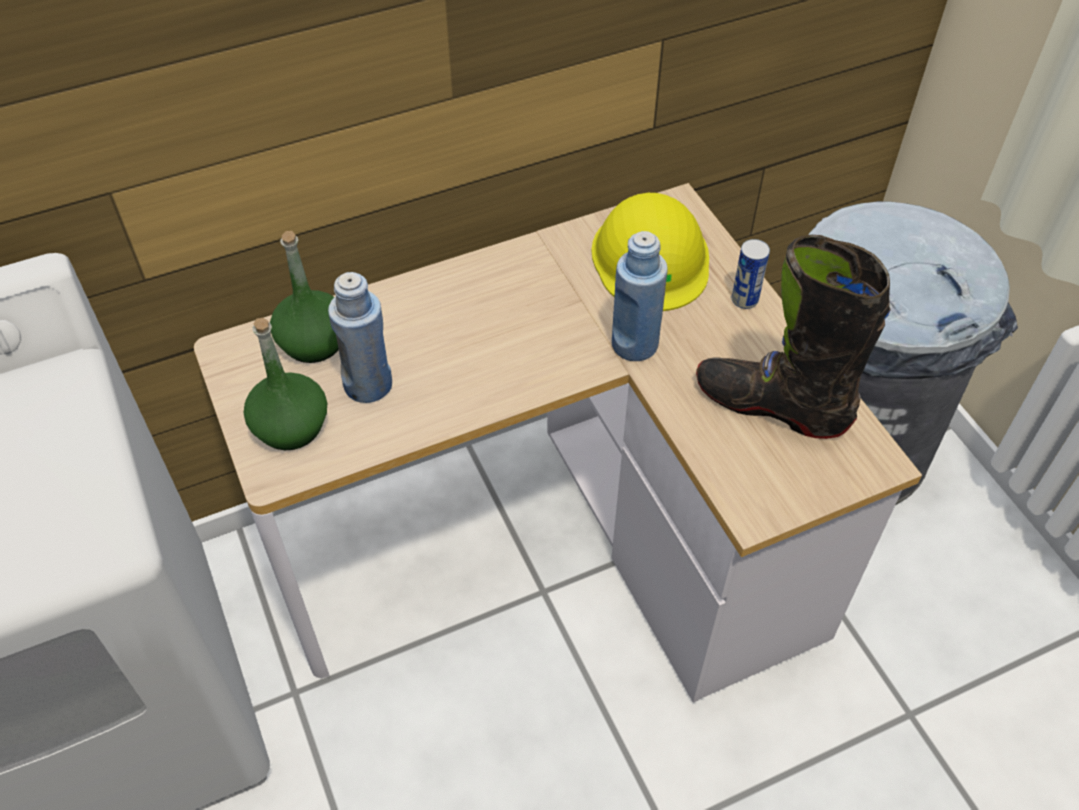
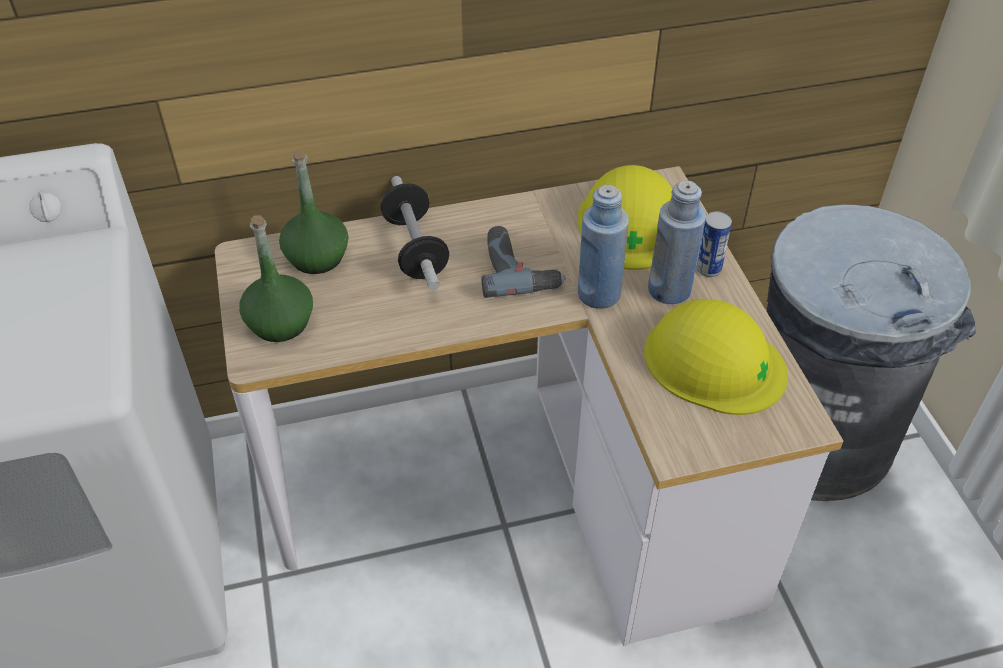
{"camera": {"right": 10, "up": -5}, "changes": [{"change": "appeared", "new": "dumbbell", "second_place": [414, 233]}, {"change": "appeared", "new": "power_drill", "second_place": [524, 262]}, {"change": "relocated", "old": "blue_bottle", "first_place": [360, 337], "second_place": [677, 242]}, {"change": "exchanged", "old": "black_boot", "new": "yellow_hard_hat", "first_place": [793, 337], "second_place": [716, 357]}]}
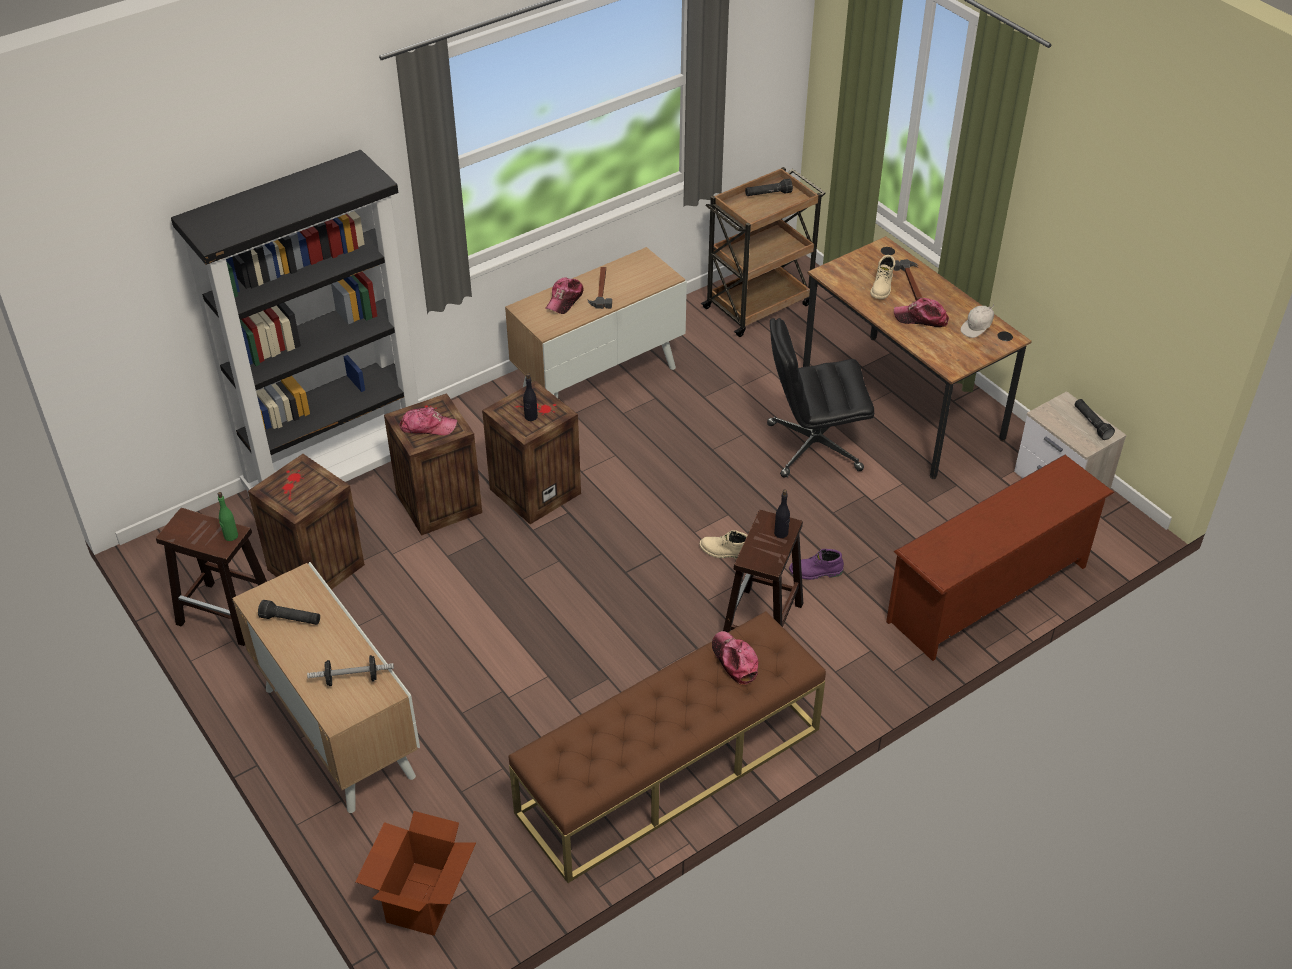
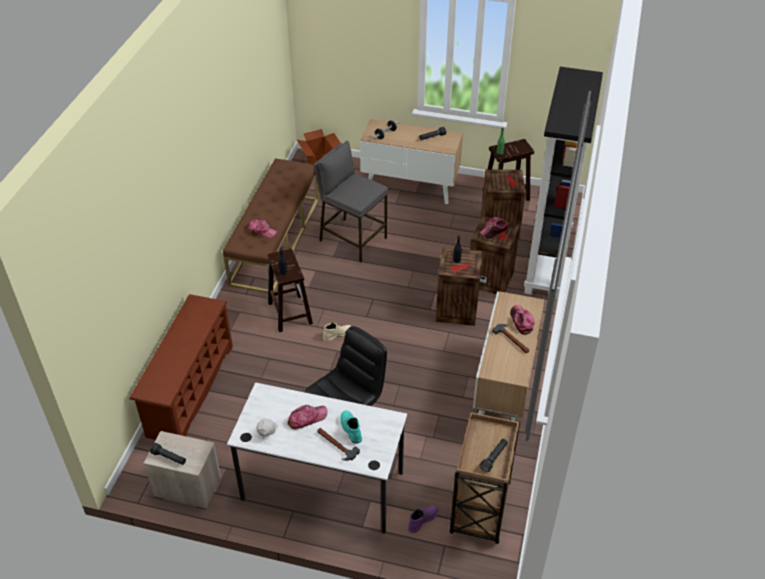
{"camera": {"right": 140, "up": 0}, "changes": [{"change": "appeared", "new": "grey_stool", "second_place": [351, 201]}, {"change": "relocated", "old": "purple_boot", "first_place": [816, 564], "second_place": [423, 519]}, {"change": "colour", "old": "brown_desk", "new": "white_desk", "first_place": [917, 357], "second_place": [317, 458]}, {"change": "colour", "old": "beige_boot", "new": "turquoise_boot", "first_place": [882, 277], "second_place": [351, 427]}]}
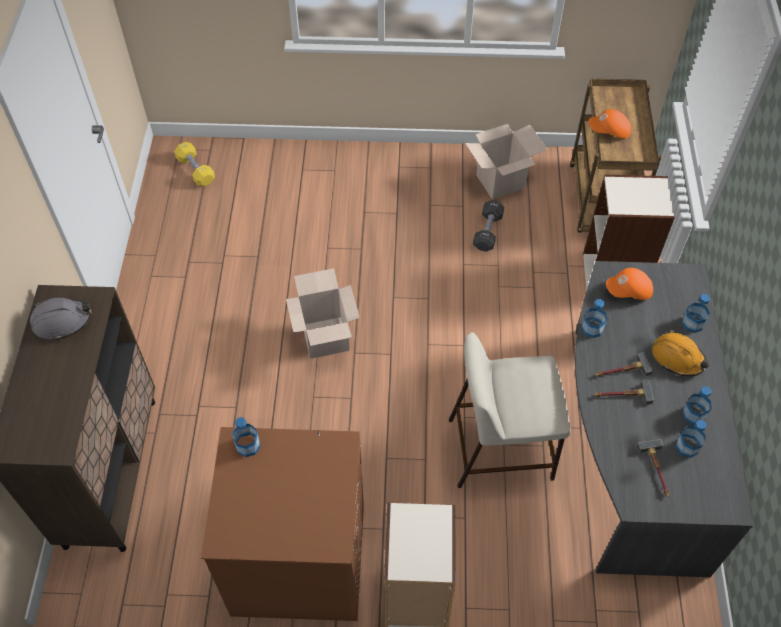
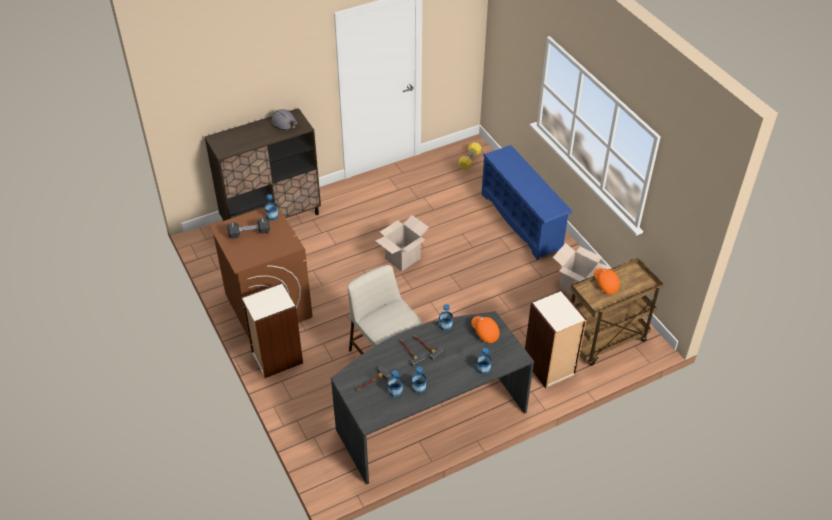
{"camera": {"right": 60, "up": -10}, "changes": [{"change": "missing", "old": "orange_hard_hat", "first_place": [681, 353]}, {"change": "appeared", "new": "blue_shoe_rack", "second_place": [527, 202]}, {"change": "relocated", "old": "black_dumbbell", "first_place": [488, 225], "second_place": [248, 228]}]}
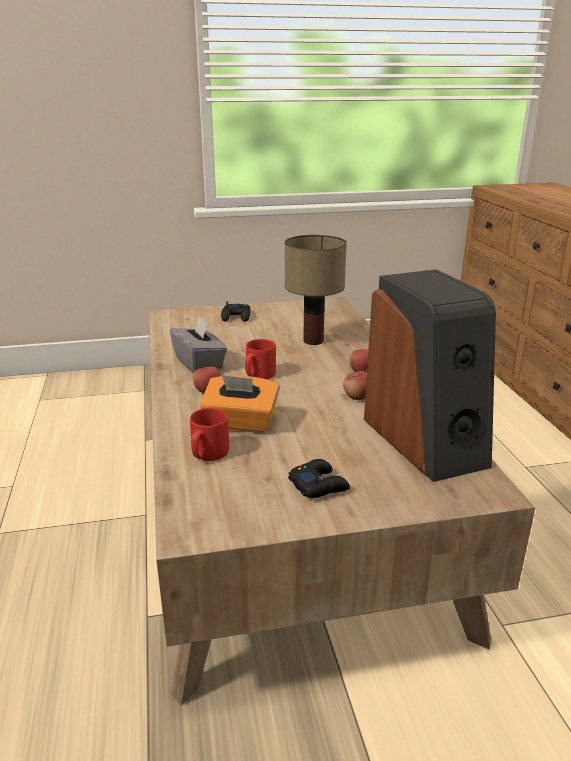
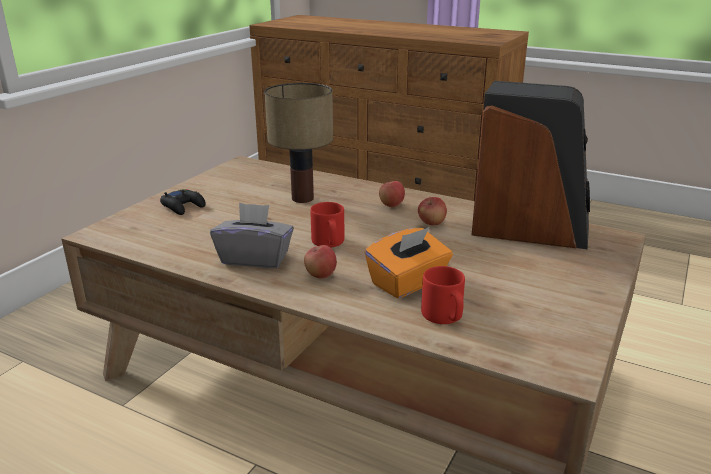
{"camera": {"right": -50, "up": 0}, "changes": [{"change": "missing", "old": "black_game_controller", "first_place": [319, 478]}]}
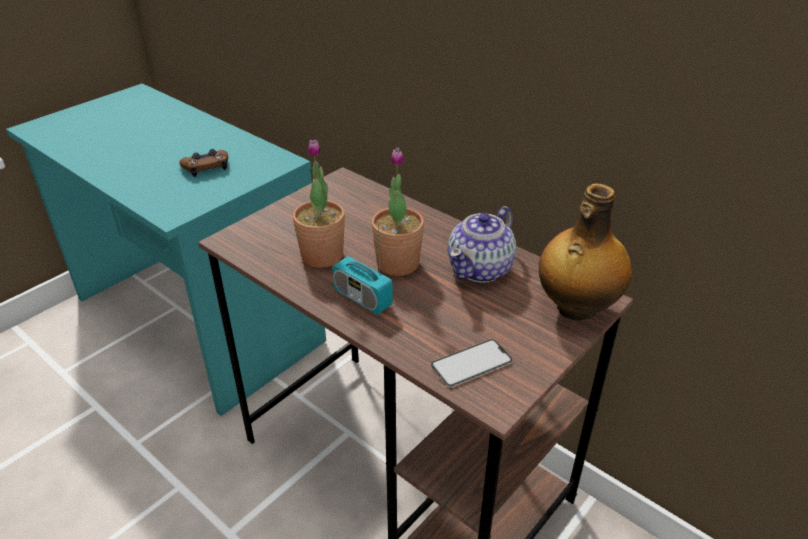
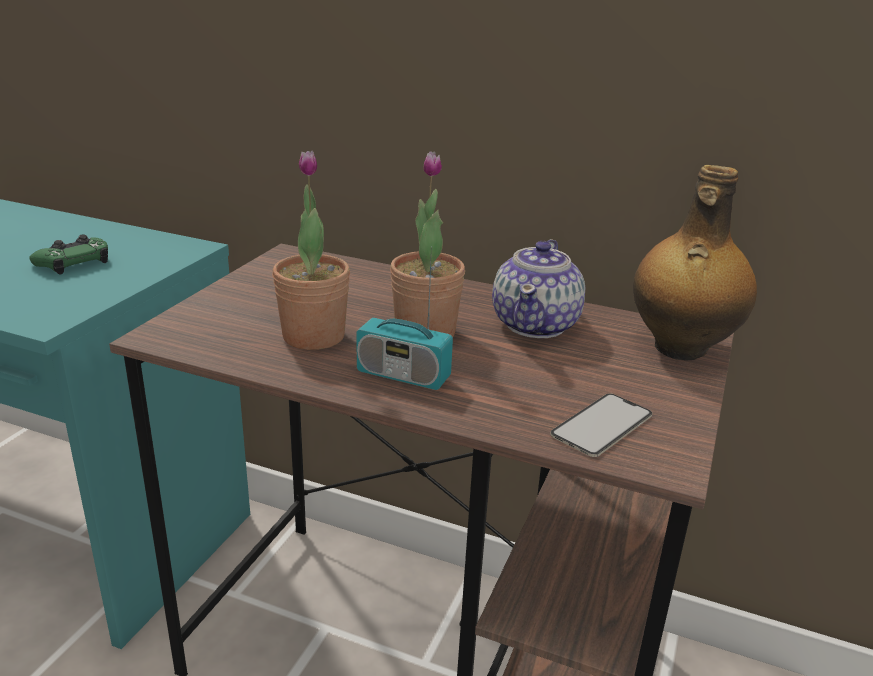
{"camera": {"right": -20, "up": -10}, "changes": [{"change": "colour", "old": "brown_game_controller", "new": "green_game_controller", "first_place": [203, 163], "second_place": [68, 254]}]}
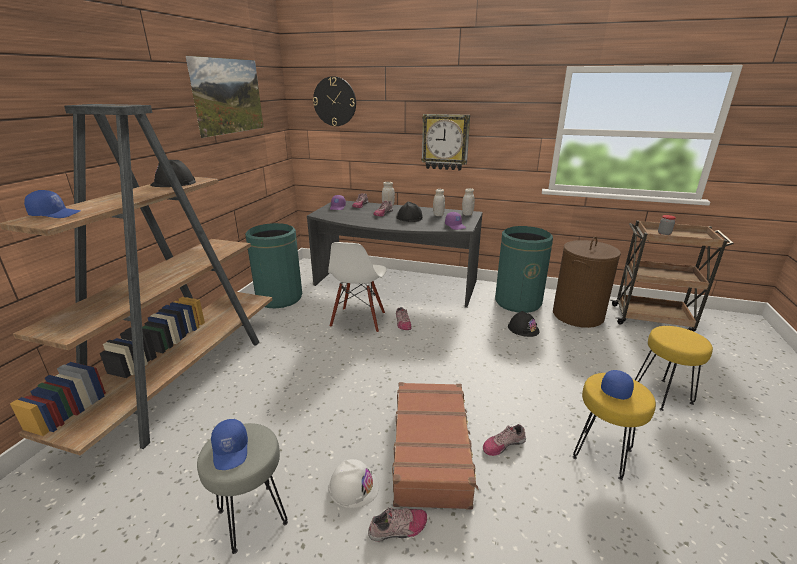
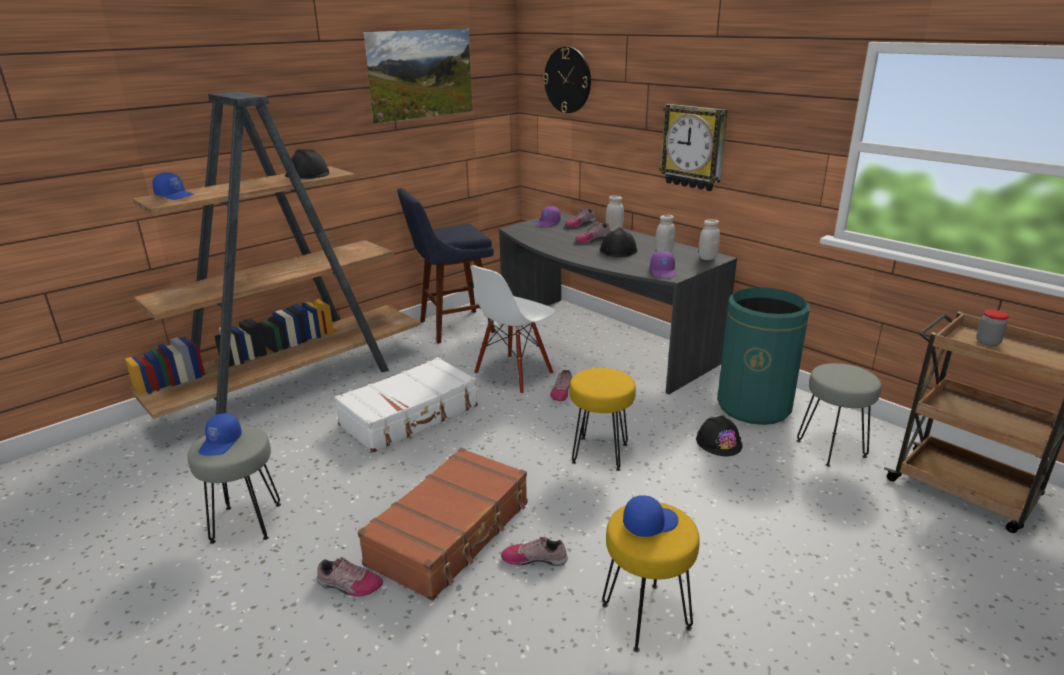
{"camera": {"right": 30, "up": 0}, "changes": [{"change": "missing", "old": "white_hard_hat", "first_place": [353, 483]}, {"change": "appeared", "new": "white_suitcase", "second_place": [406, 404]}, {"change": "relocated", "old": "yellow_stool", "first_place": [674, 368], "second_place": [602, 419]}, {"change": "exchanged", "old": "green_trash_can", "new": "blue_stool", "first_place": [273, 265], "second_place": [446, 266]}, {"change": "exchanged", "old": "brown_laundry_basket", "new": "grey_stool", "first_place": [587, 282], "second_place": [839, 415]}]}
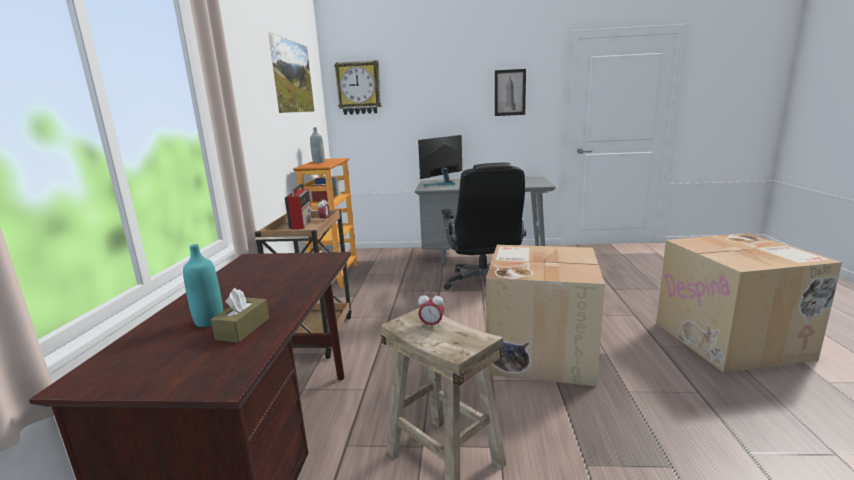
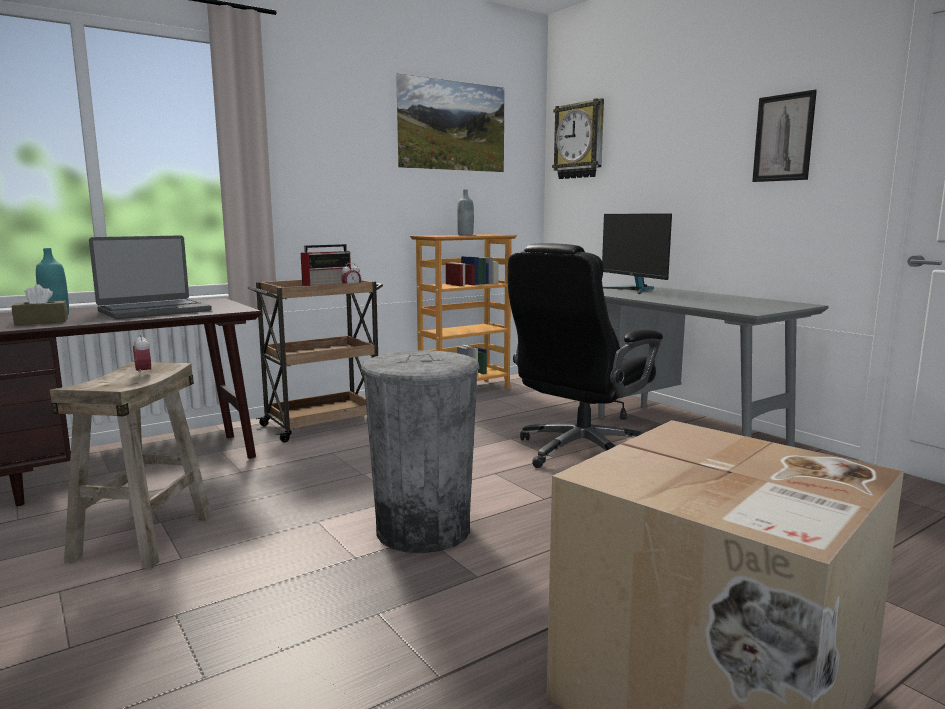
{"camera": {"right": 50, "up": -5}, "changes": [{"change": "appeared", "new": "laptop", "second_place": [150, 277]}, {"change": "exchanged", "old": "cardboard_box", "new": "grey_trash_can", "first_place": [545, 315], "second_place": [420, 451]}, {"change": "spun", "old": "monitor", "first_place": [440, 160], "second_place": [637, 254], "degrees": -120}]}
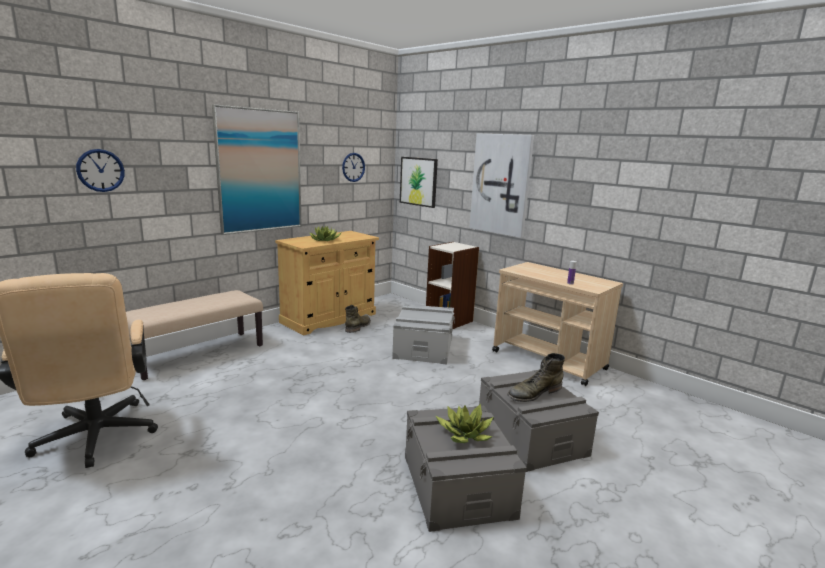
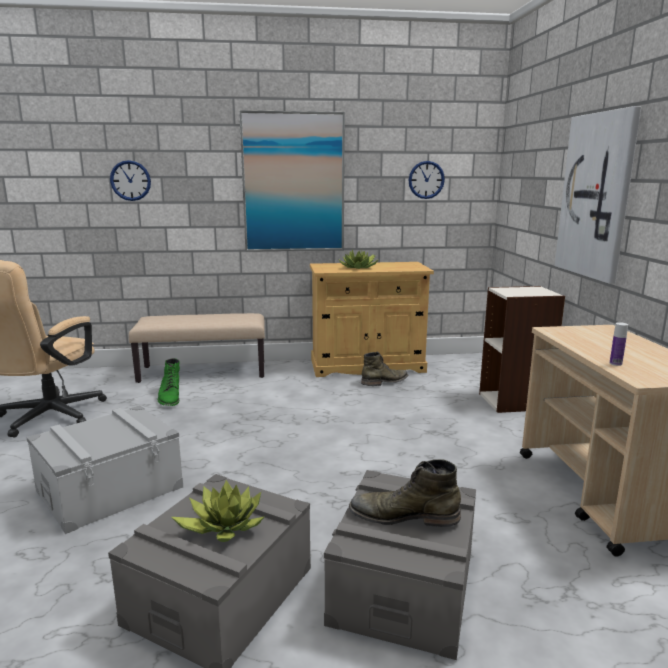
{"camera": {"right": 40, "up": 0}, "changes": [{"change": "missing", "old": "picture", "first_place": [419, 182]}, {"change": "appeared", "new": "green_boot", "second_place": [169, 382]}, {"change": "relocated", "old": "grey_storage_box", "first_place": [423, 334], "second_place": [104, 469]}]}
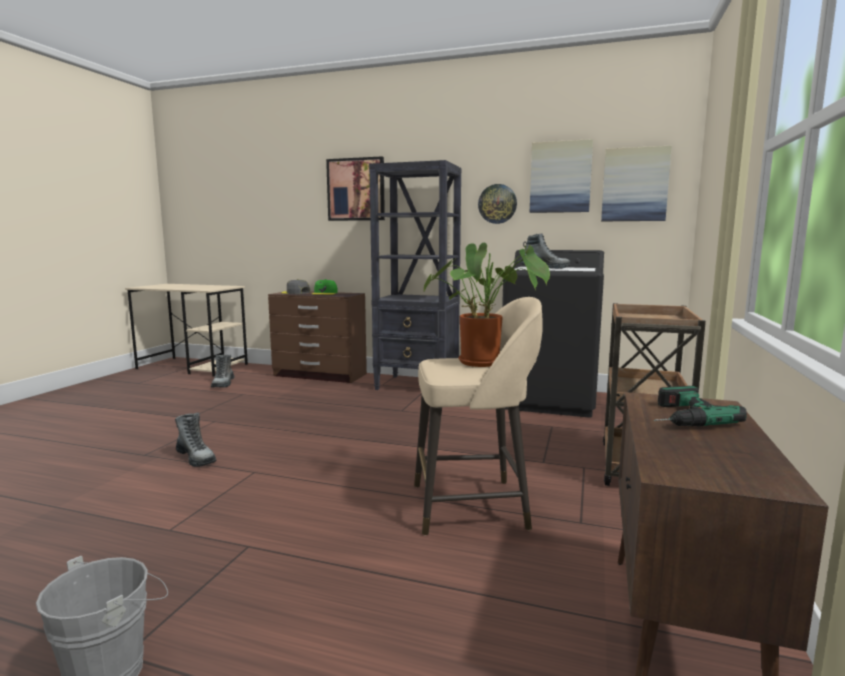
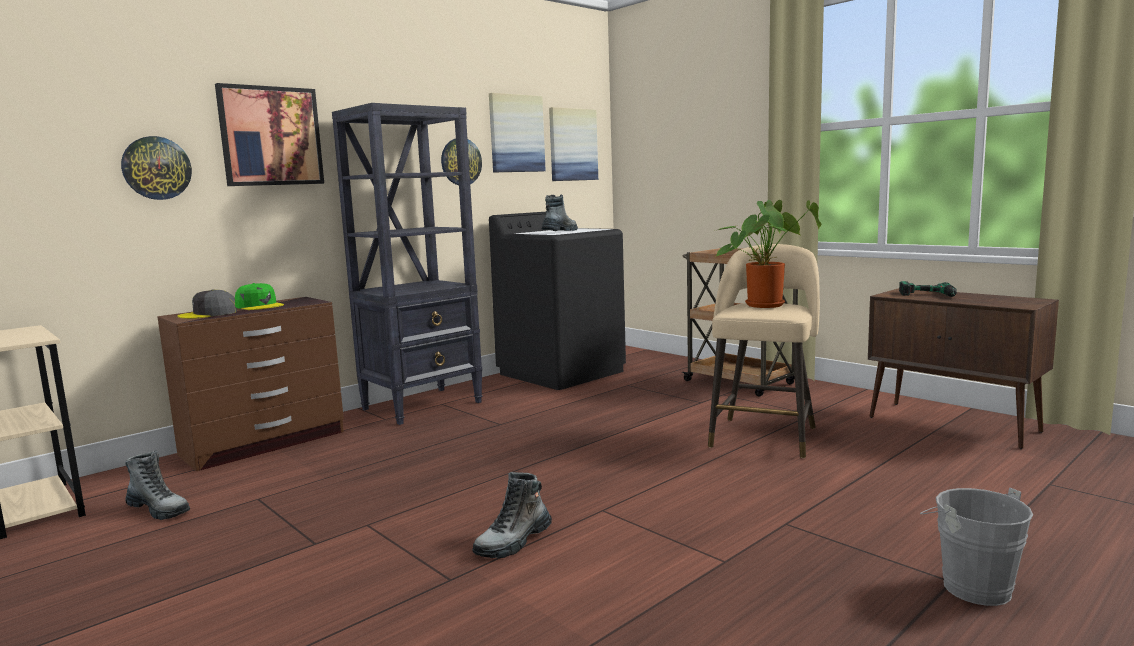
{"camera": {"right": -60, "up": 0}, "changes": [{"change": "appeared", "new": "wall_clock", "second_place": [156, 168]}, {"change": "spun", "old": "boot", "first_place": [195, 439], "second_place": [512, 515], "degrees": 150}]}
